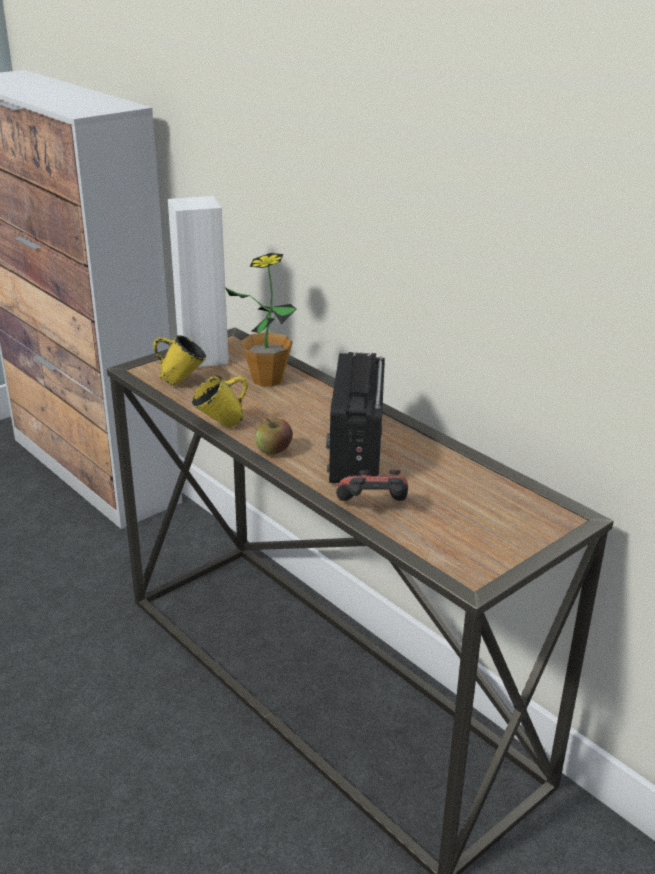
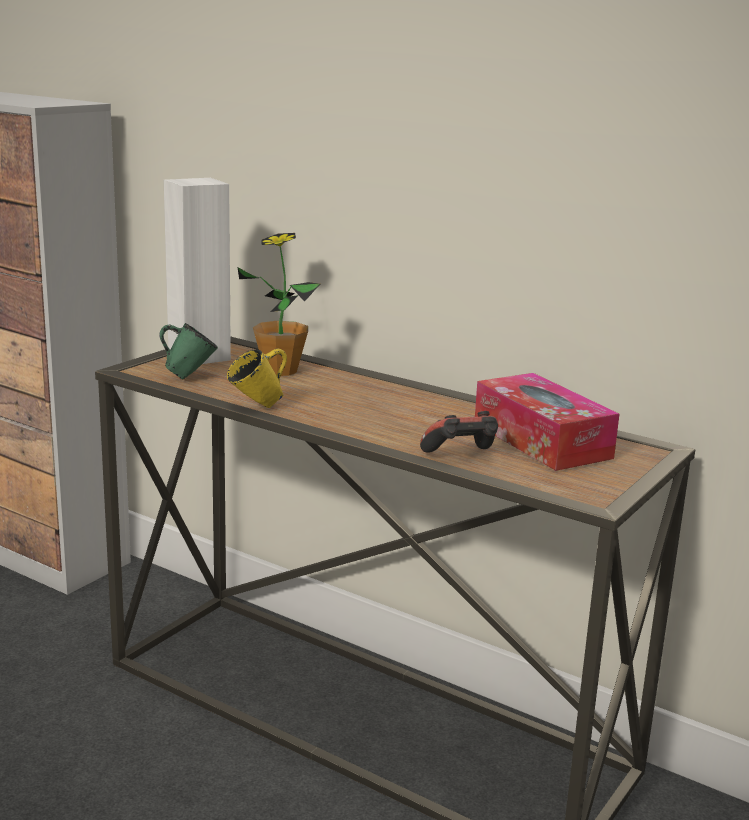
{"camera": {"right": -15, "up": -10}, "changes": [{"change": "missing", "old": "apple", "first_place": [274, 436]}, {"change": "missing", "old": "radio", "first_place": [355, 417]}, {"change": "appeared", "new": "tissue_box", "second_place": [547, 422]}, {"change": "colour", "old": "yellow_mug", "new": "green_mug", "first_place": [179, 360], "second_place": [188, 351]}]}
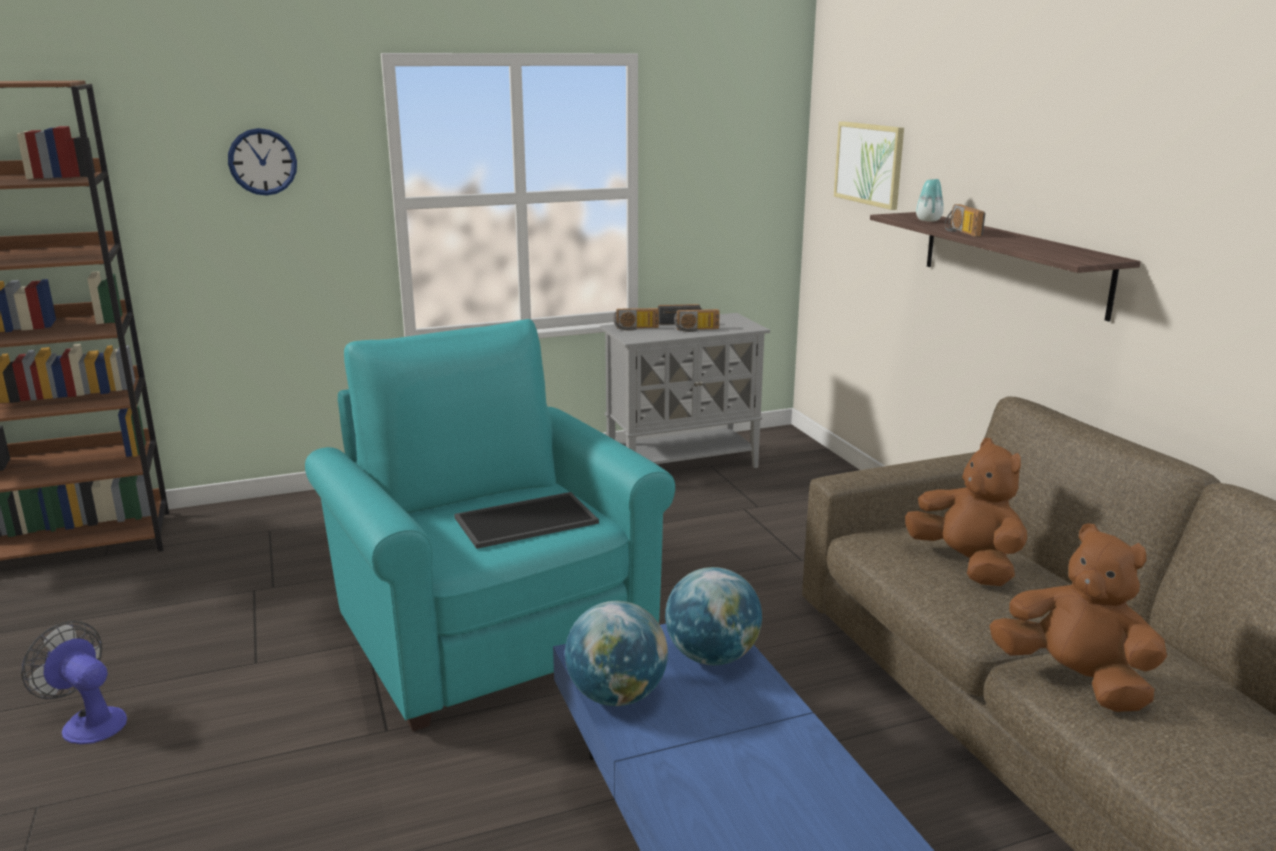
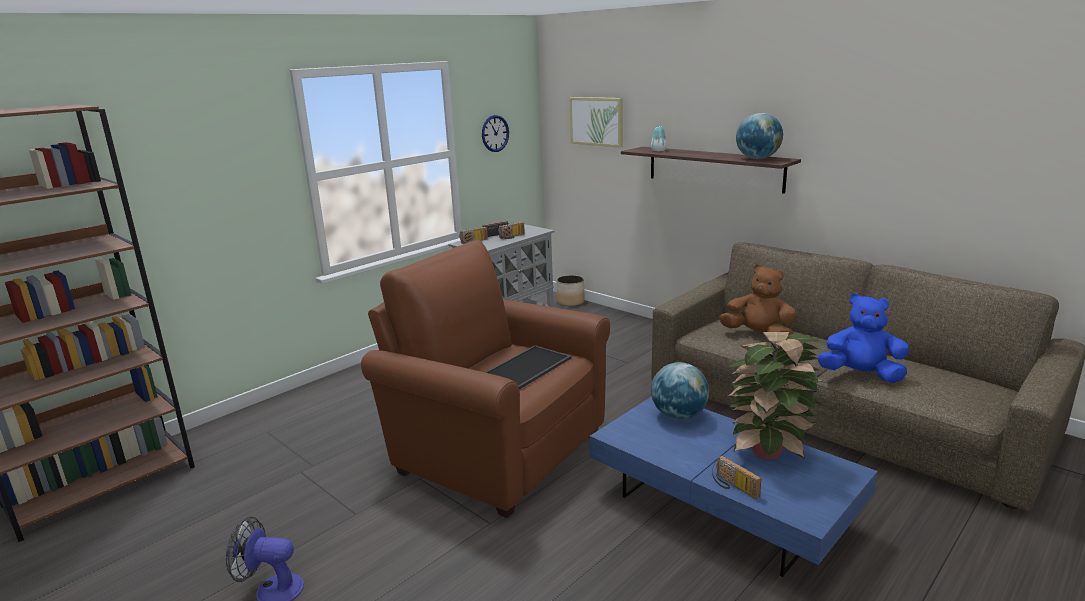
{"camera": {"right": -25, "up": 0}, "changes": [{"change": "appeared", "new": "planter", "second_place": [570, 290]}, {"change": "appeared", "new": "potted_plant", "second_place": [777, 396]}, {"change": "relocated", "old": "wall_clock", "first_place": [262, 162], "second_place": [495, 133]}, {"change": "relocated", "old": "globe", "first_place": [616, 653], "second_place": [759, 136]}, {"change": "relocated", "old": "radio", "first_place": [965, 220], "second_place": [736, 477]}, {"change": "colour", "old": "turquoise_armchair", "new": "brown_armchair", "first_place": [490, 525], "second_place": [485, 379]}, {"change": "colour", "old": "brown_plush_toy", "new": "blue_plush_toy", "first_place": [1078, 617], "second_place": [863, 338]}]}
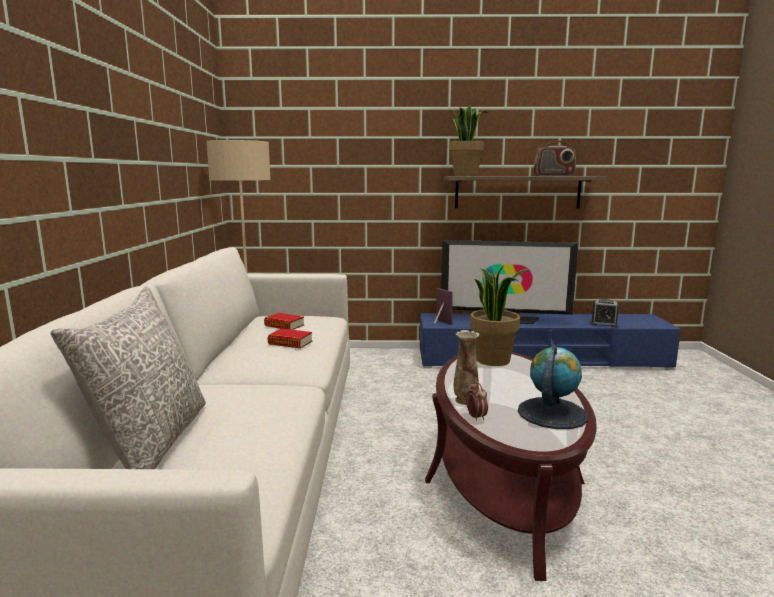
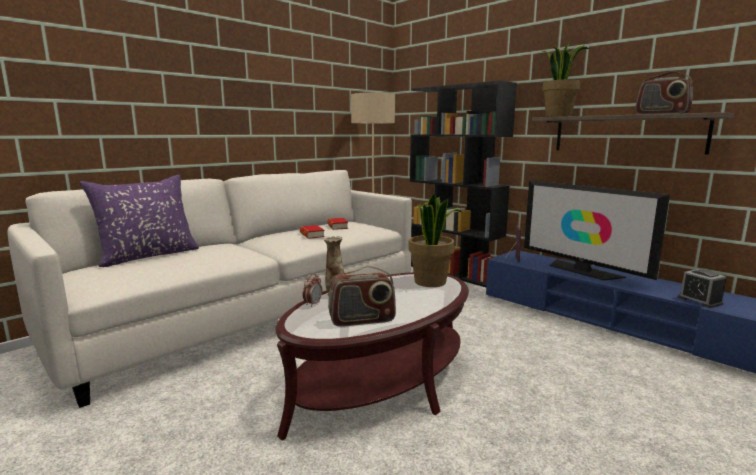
{"camera": {"right": 45, "up": 0}, "changes": [{"change": "appeared", "new": "black_bookcase", "second_place": [463, 183]}, {"change": "exchanged", "old": "globe", "new": "radio", "first_place": [553, 387], "second_place": [362, 296]}, {"change": "colour", "old": "grey_pillow", "new": "purple_pillow", "first_place": [128, 377], "second_place": [139, 221]}]}
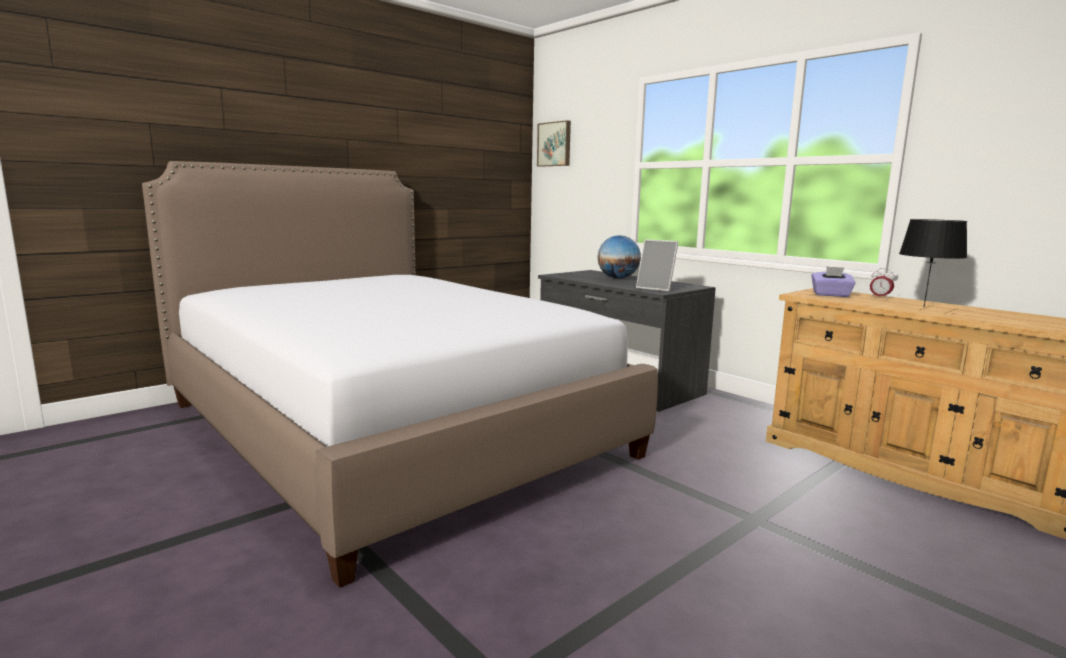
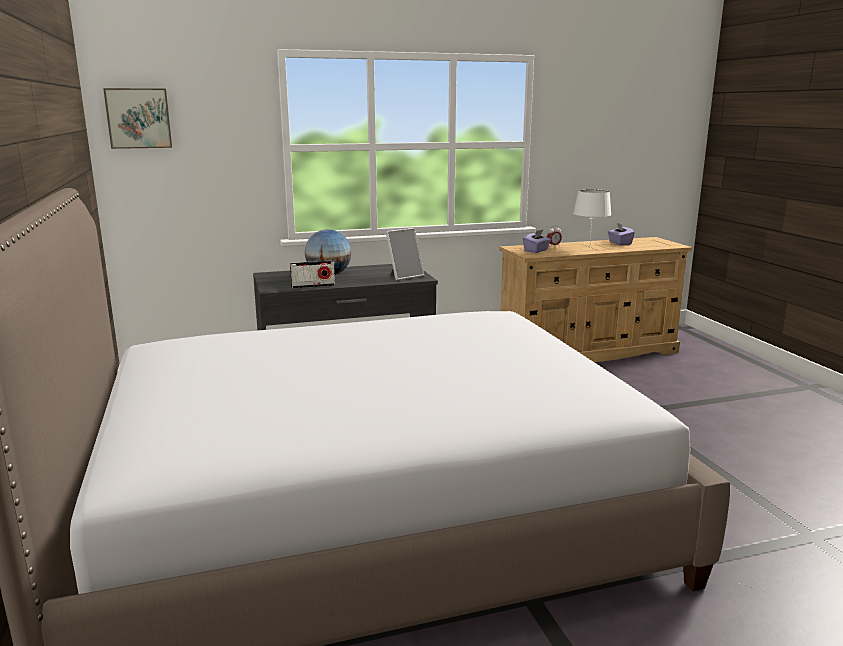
{"camera": {"right": -65, "up": 5}, "changes": [{"change": "appeared", "new": "radio", "second_place": [312, 274]}, {"change": "appeared", "new": "purple_tissue_box", "second_place": [621, 234]}, {"change": "colour", "old": "black_table_lamp", "new": "white_table_lamp", "first_place": [933, 263], "second_place": [592, 218]}]}
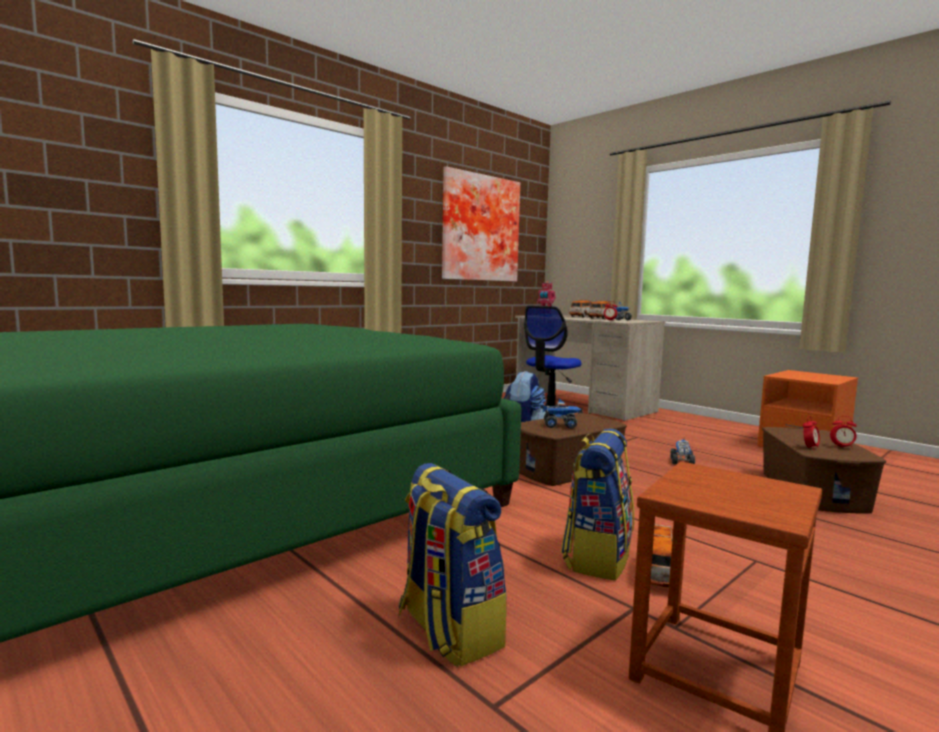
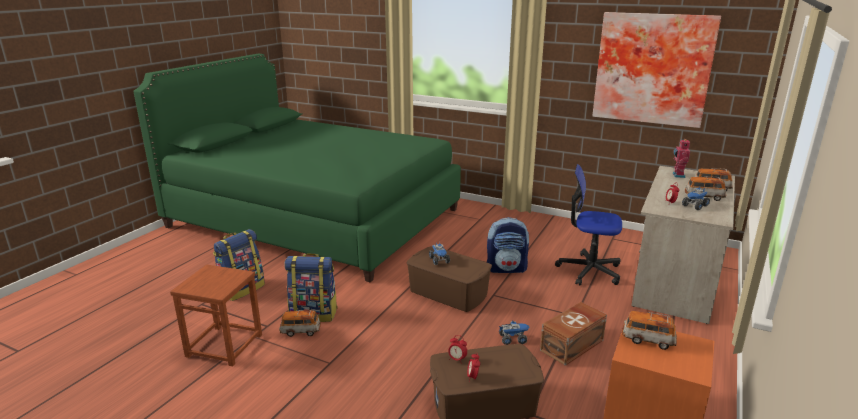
{"camera": {"right": 70, "up": 15}, "changes": [{"change": "appeared", "new": "brown_storage_box", "second_place": [573, 334]}, {"change": "appeared", "new": "toy_car", "second_place": [649, 330]}]}
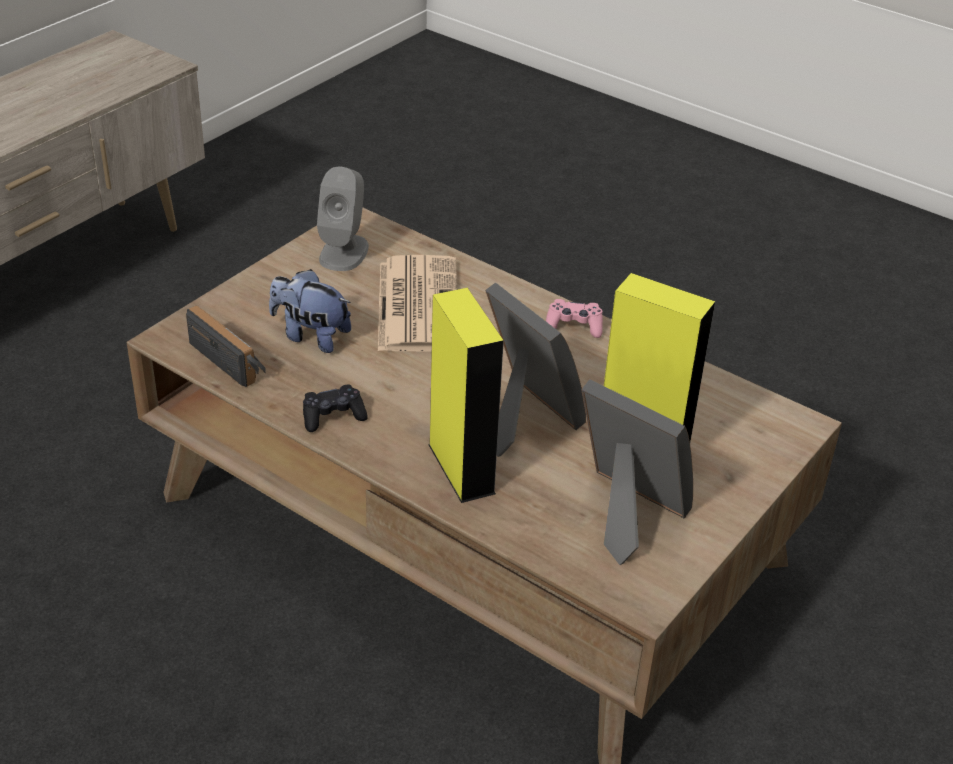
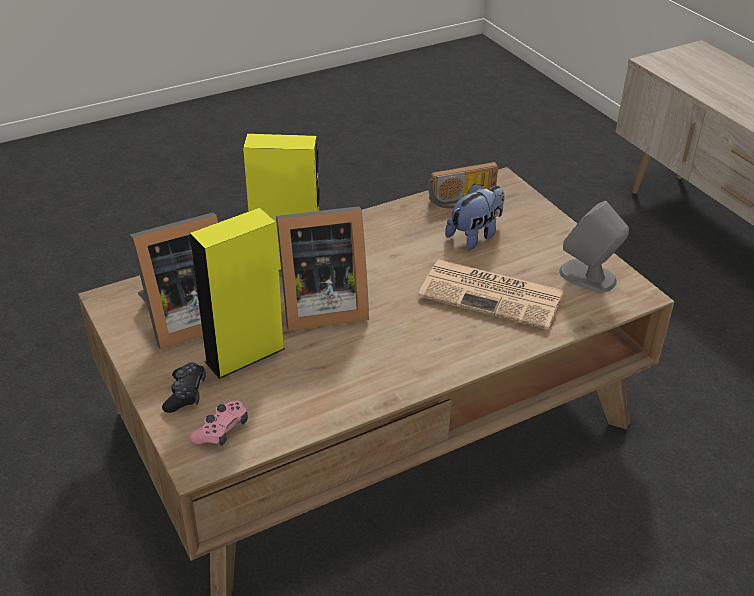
{"camera": {"right": 115, "up": 0}, "changes": [{"change": "relocated", "old": "black_game_controller", "first_place": [335, 408], "second_place": [184, 387]}, {"change": "relocated", "old": "pink_game_controller", "first_place": [574, 318], "second_place": [219, 423]}]}
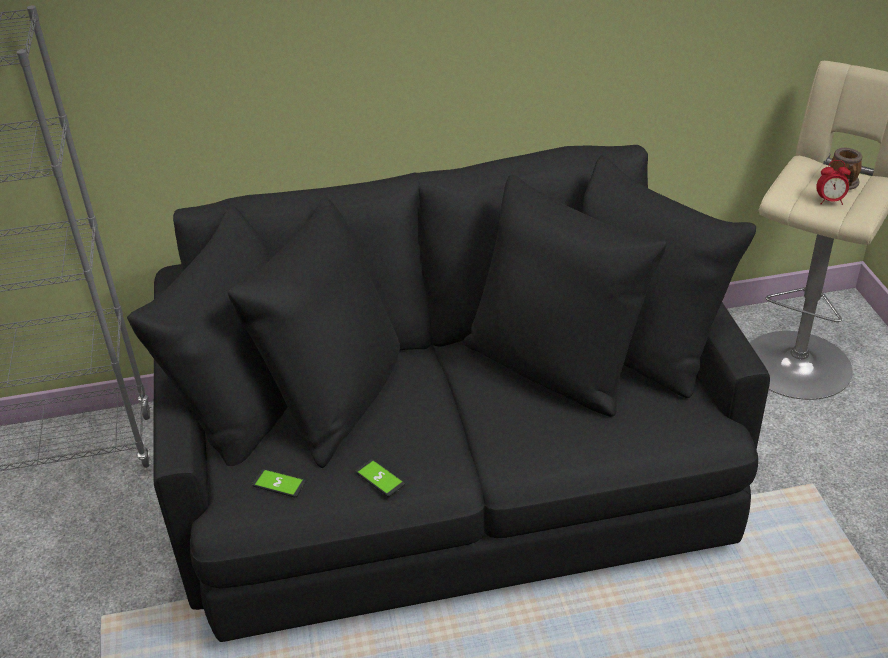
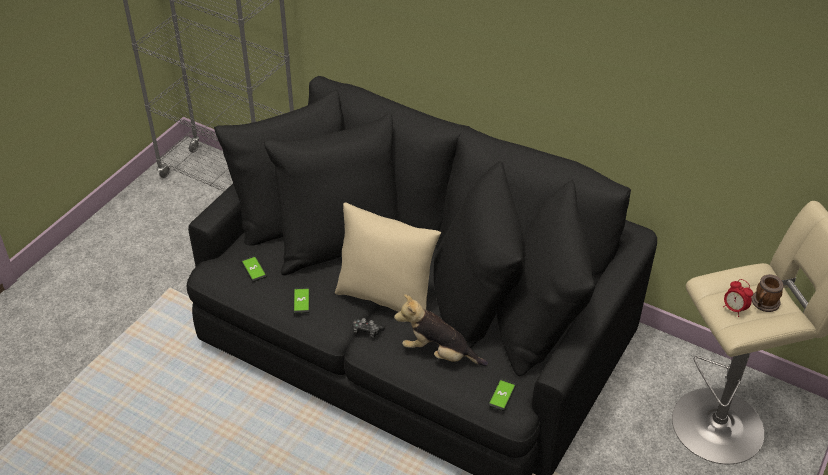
{"camera": {"right": 40, "up": 5}, "changes": [{"change": "appeared", "new": "beige_pillow", "second_place": [388, 257]}, {"change": "appeared", "new": "game_controller", "second_place": [368, 328]}, {"change": "appeared", "new": "plush_toy", "second_place": [441, 330]}, {"change": "appeared", "new": "phone", "second_place": [502, 395]}]}
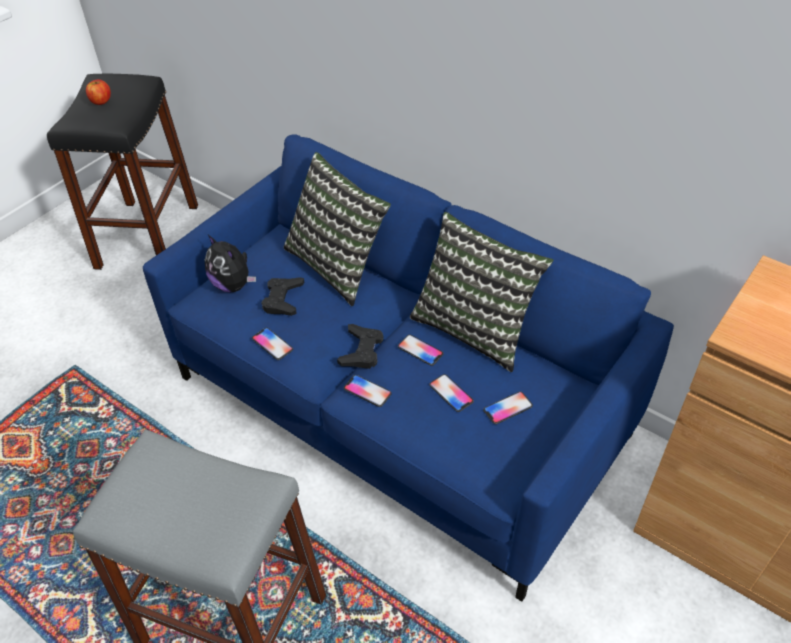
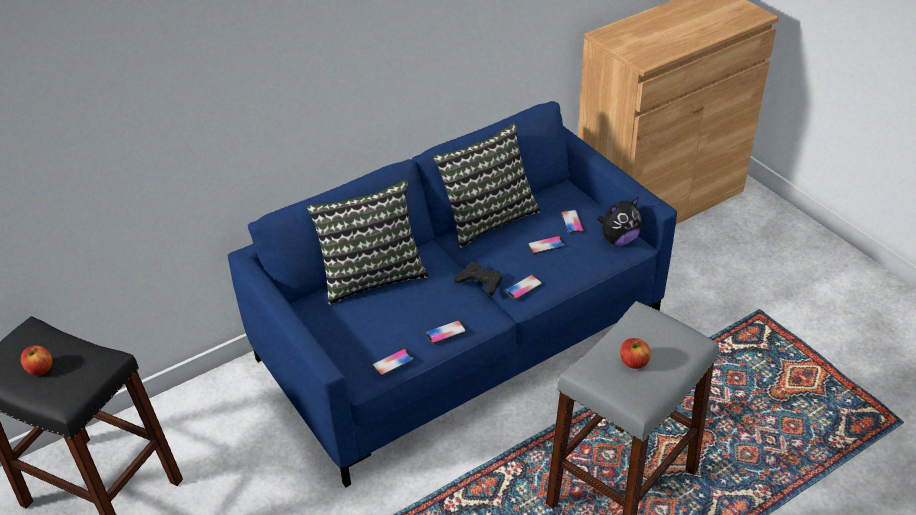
{"camera": {"right": -70, "up": -5}, "changes": [{"change": "missing", "old": "black_game_controller", "first_place": [282, 296]}, {"change": "appeared", "new": "apple", "second_place": [635, 353]}, {"change": "relocated", "old": "plush_toy", "first_place": [230, 264], "second_place": [619, 221]}, {"change": "relocated", "old": "phone", "first_place": [421, 350], "second_place": [393, 362]}]}
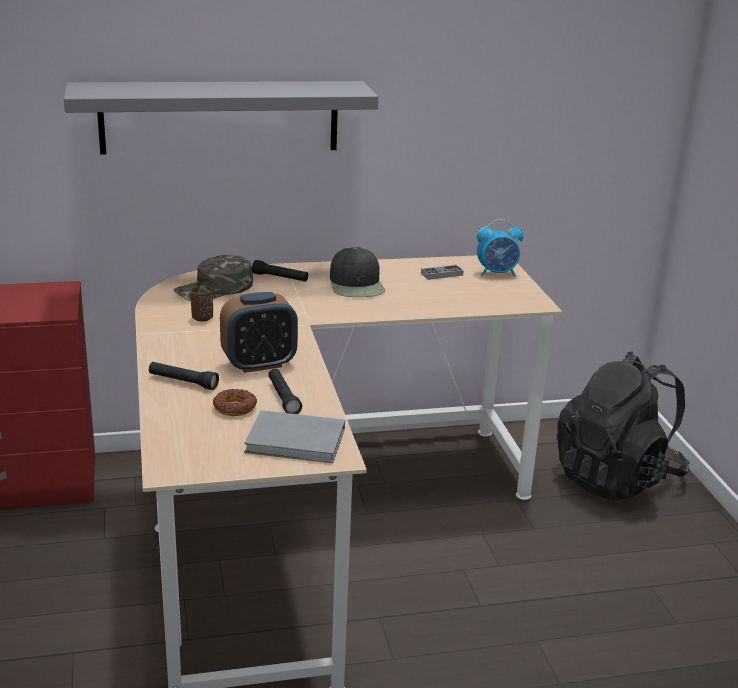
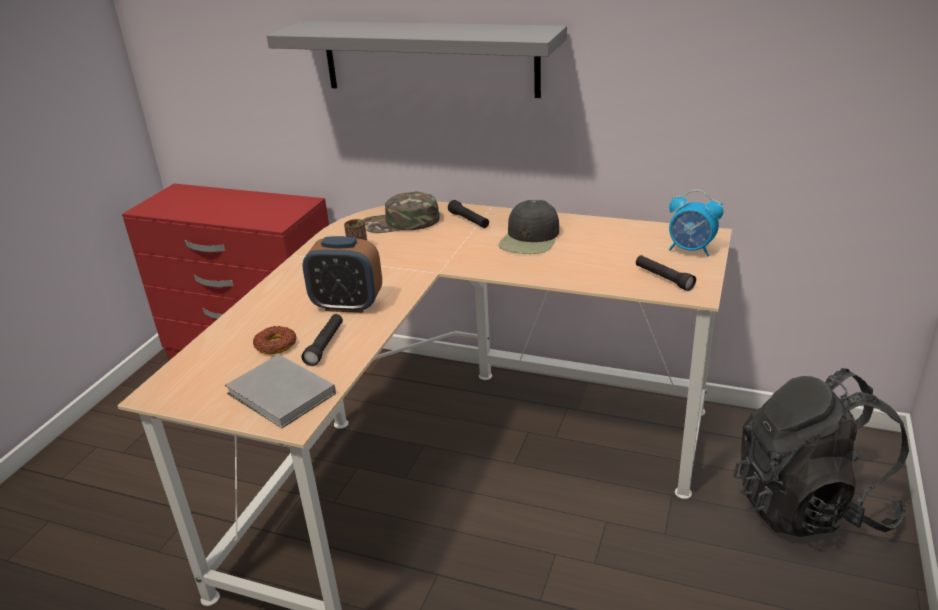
{"camera": {"right": 35, "up": 5}, "changes": [{"change": "missing", "old": "game_controller", "first_place": [442, 272]}, {"change": "relocated", "old": "black_flashlight", "first_place": [184, 376], "second_place": [666, 273]}]}
